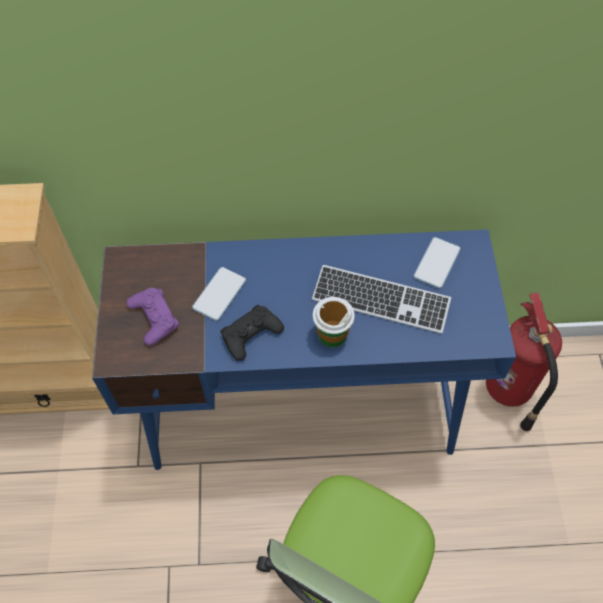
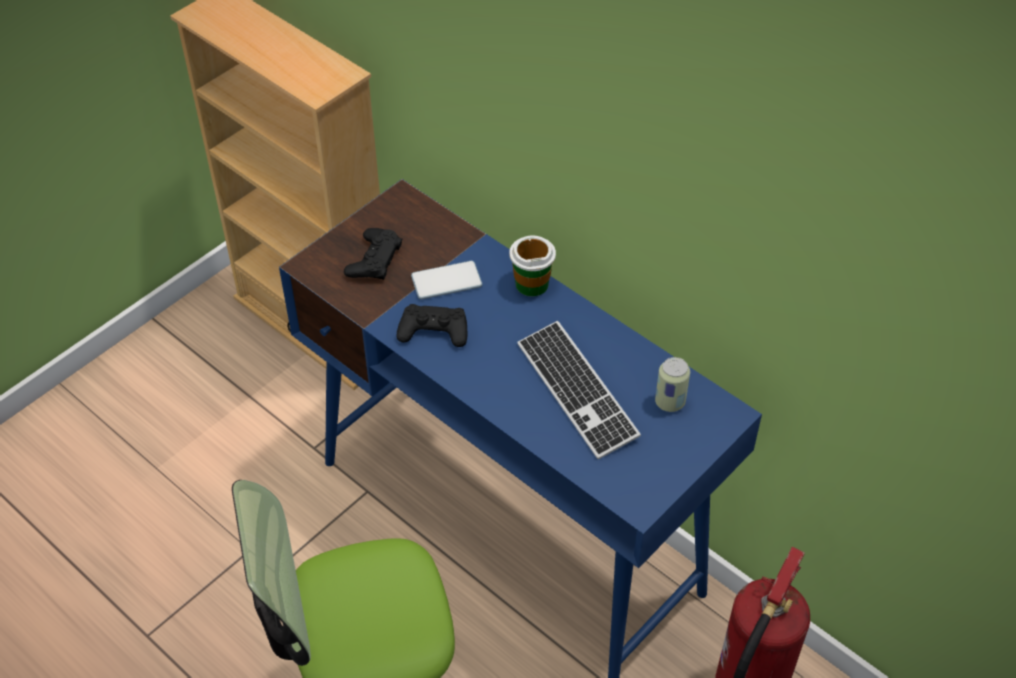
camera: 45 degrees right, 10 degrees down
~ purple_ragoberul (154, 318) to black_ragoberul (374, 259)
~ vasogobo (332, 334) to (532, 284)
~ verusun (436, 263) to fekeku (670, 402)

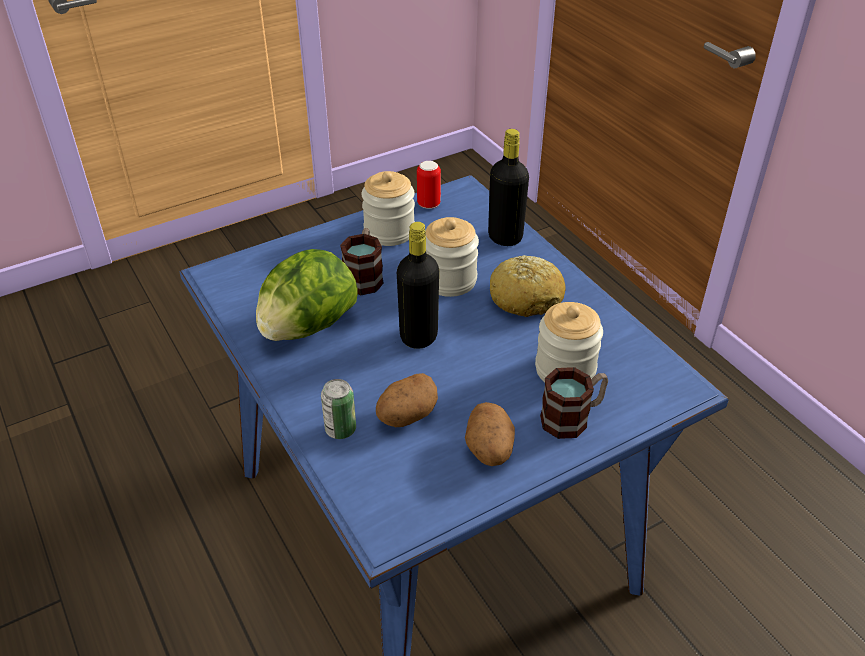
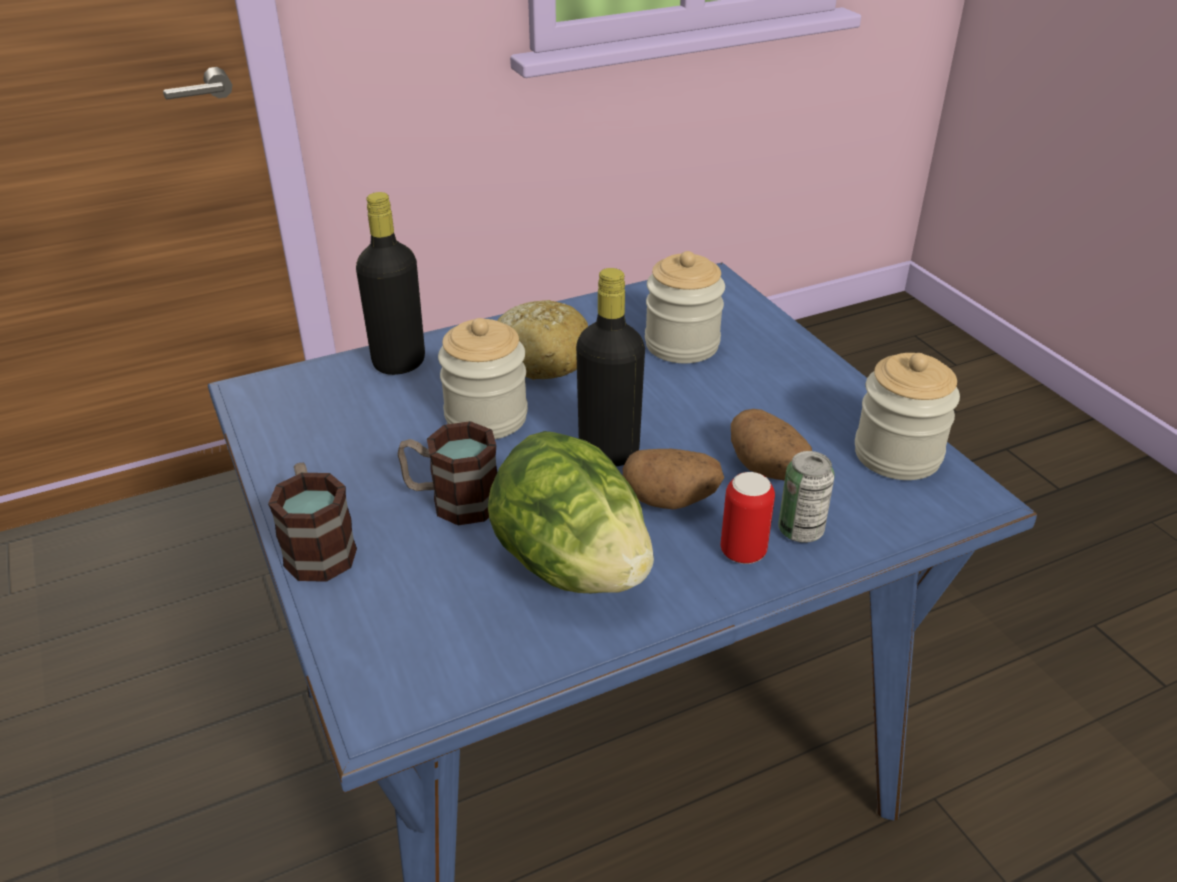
camera: 85 degrees left, 5 degrees down
~ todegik (572, 417) to (317, 546)
~ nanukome (489, 450) to (671, 500)
~ fekeku (428, 204) to (743, 552)
~ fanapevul (389, 232) to (897, 455)

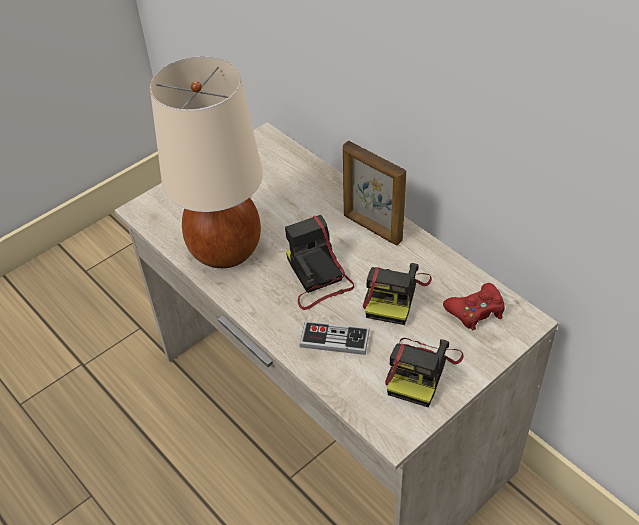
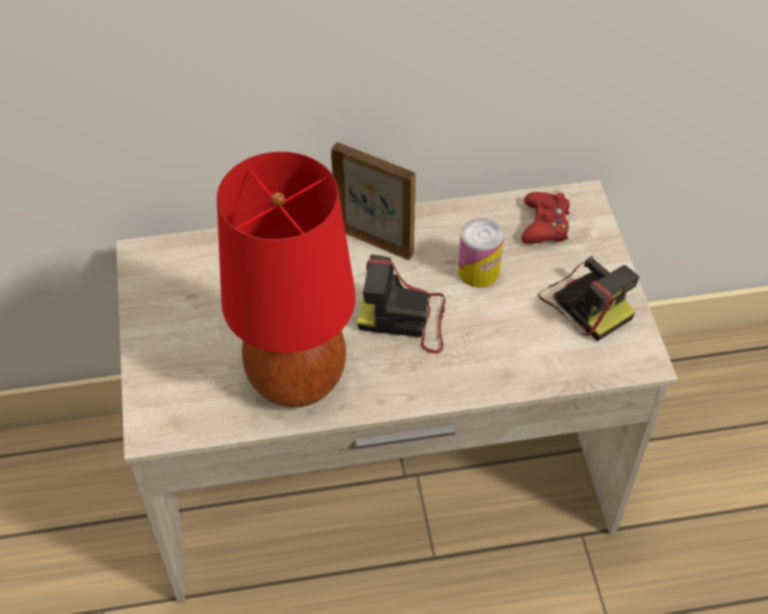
camera: 60 degrees left, 5 degrees up
~ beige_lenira (224, 250) to red_lenira (295, 378)
~ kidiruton (372, 228) = (374, 240) 135 degrees counterclockwise
~ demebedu (394, 294) to fekeku (478, 271)
- ragoberul (334, 339)

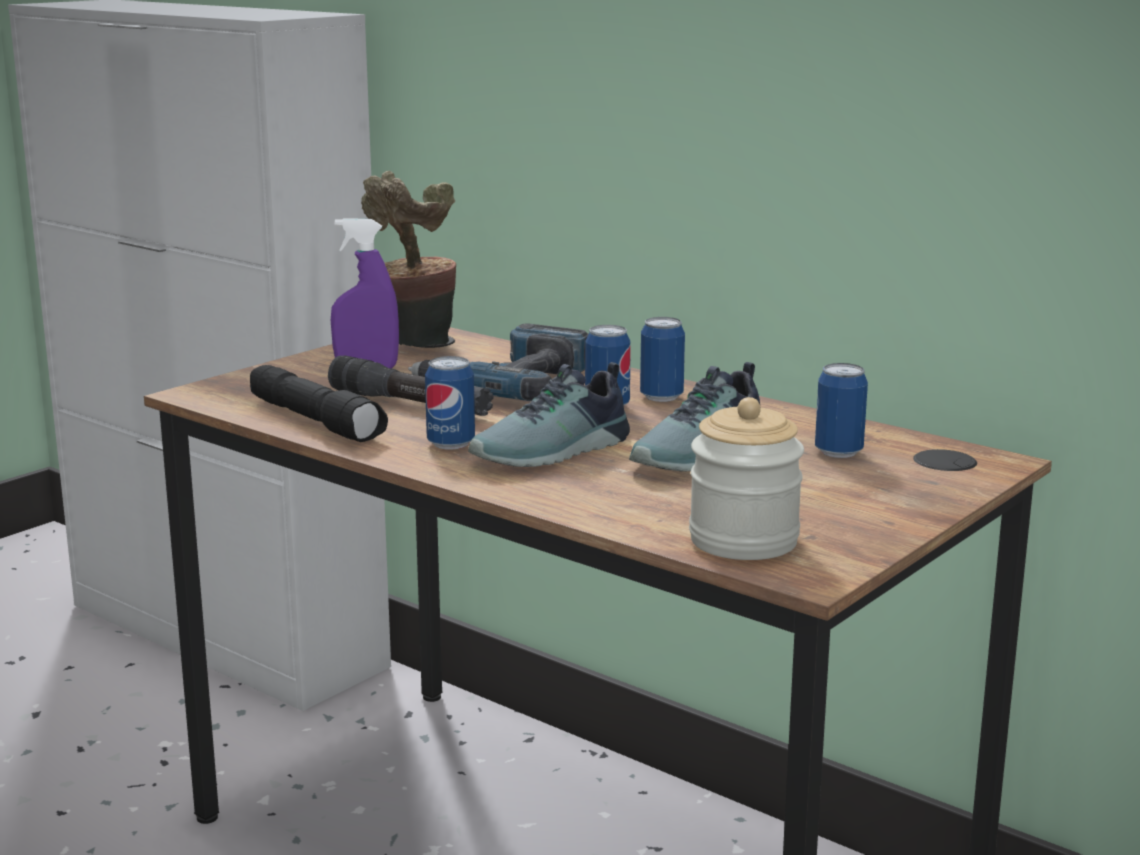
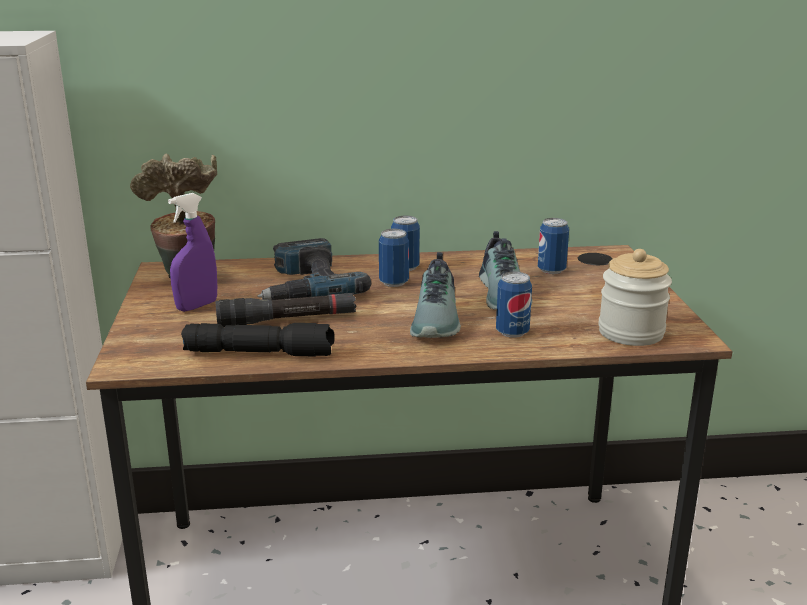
camera: 45 degrees left, 5 degrees up
~ fekeku (451, 444) to (512, 332)

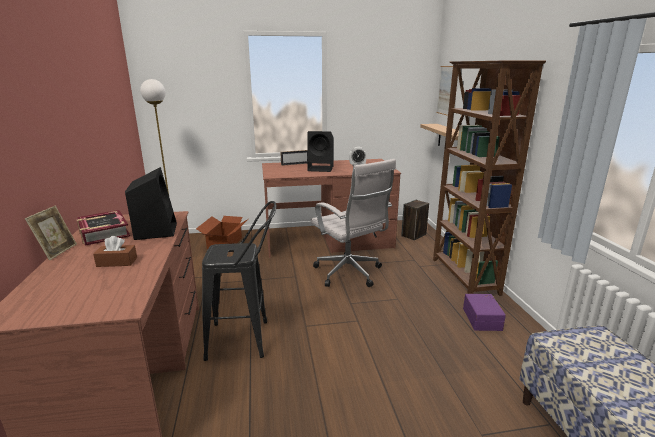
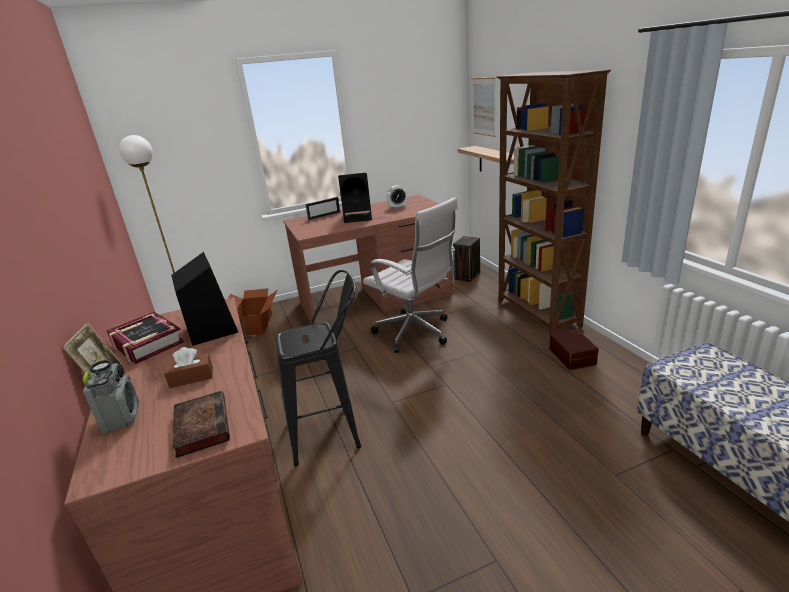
camera: 10 degrees left, 5 degrees up
+ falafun (122, 417)
+ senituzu (201, 425)
~ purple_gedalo (483, 319) to brown_gedalo (573, 356)

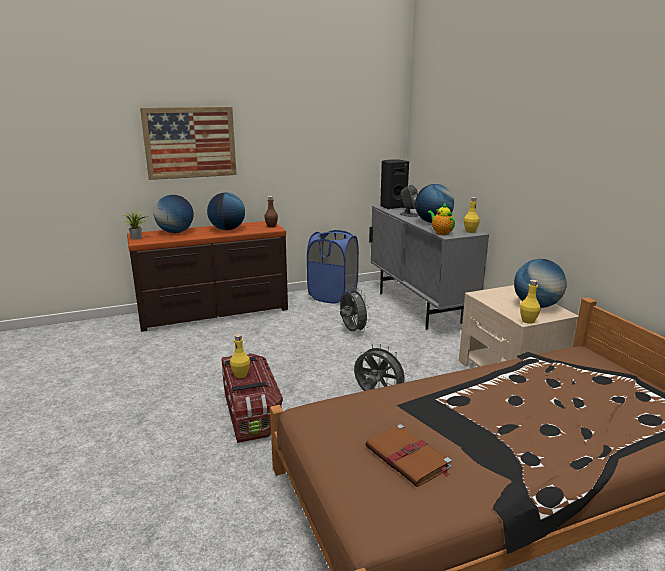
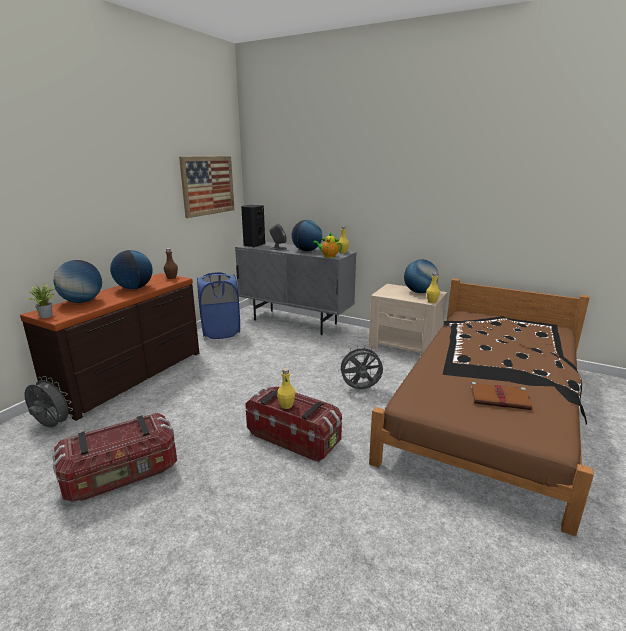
camera: 40 degrees left, 0 degrees up
~ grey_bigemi (352, 331) to (51, 426)
+ gedalo (122, 475)
~ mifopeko (190, 142) to (208, 185)

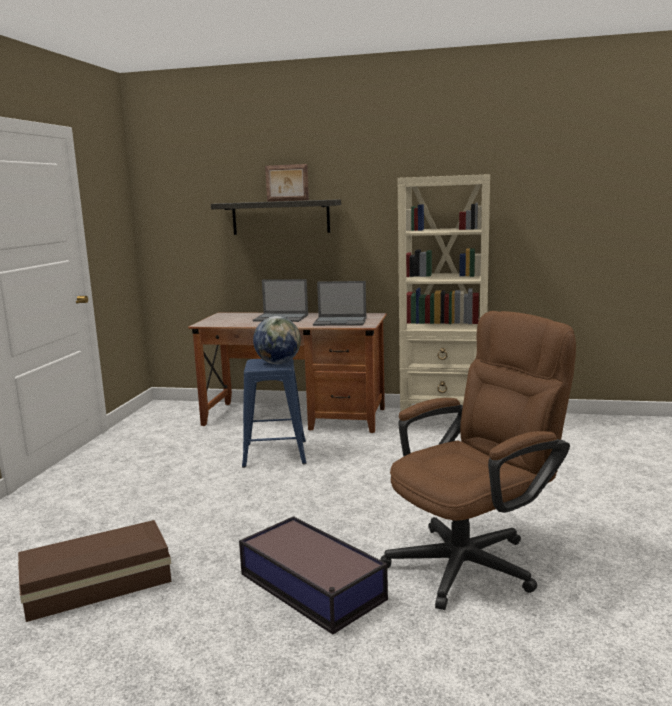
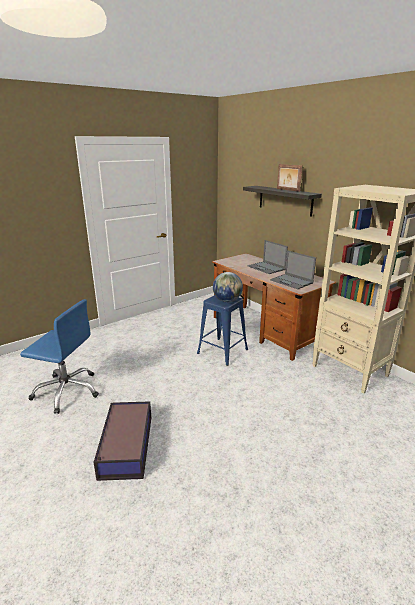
camera: 40 degrees right, 10 degrees up
~ brown_gedalo (100, 584) to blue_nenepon (67, 391)
- brown_nenepon (473, 561)

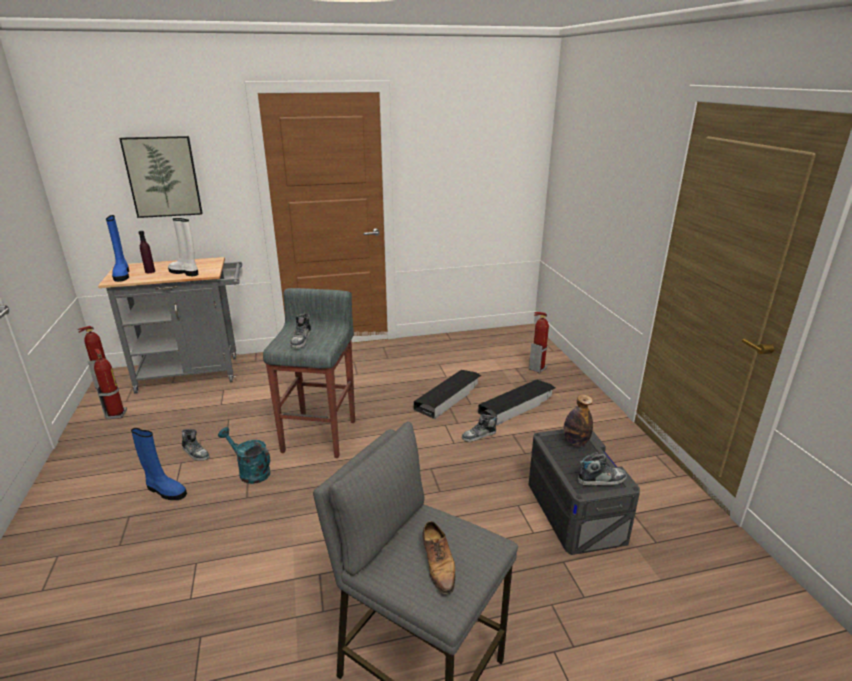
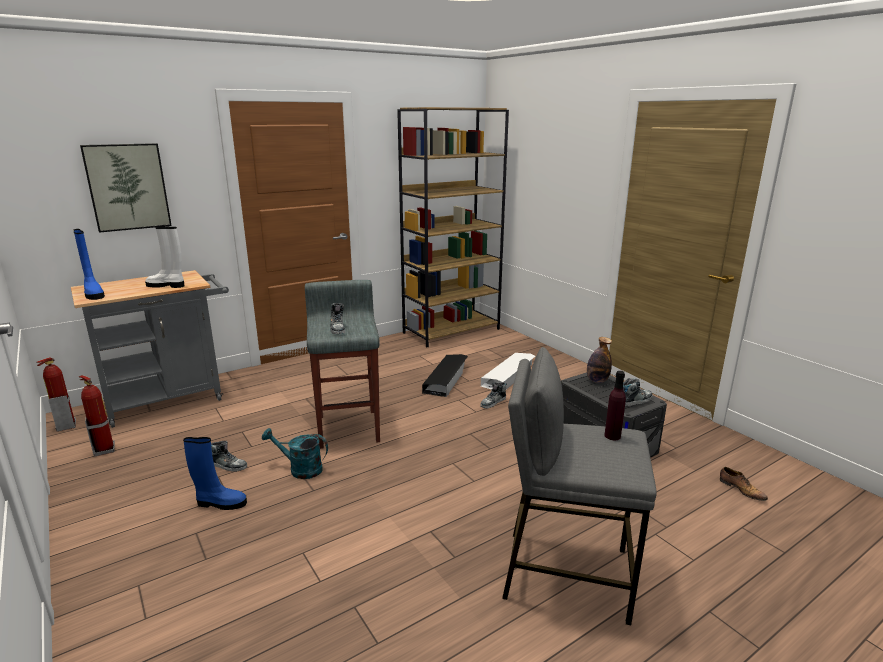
camera: 20 degrees left, 5 degrees down
+ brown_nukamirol (451, 331)
~ black_gedalo (517, 405) to white_gedalo (509, 375)
~ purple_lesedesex (150, 271) to (612, 436)
~ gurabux (438, 564) to (741, 490)
- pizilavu (537, 368)

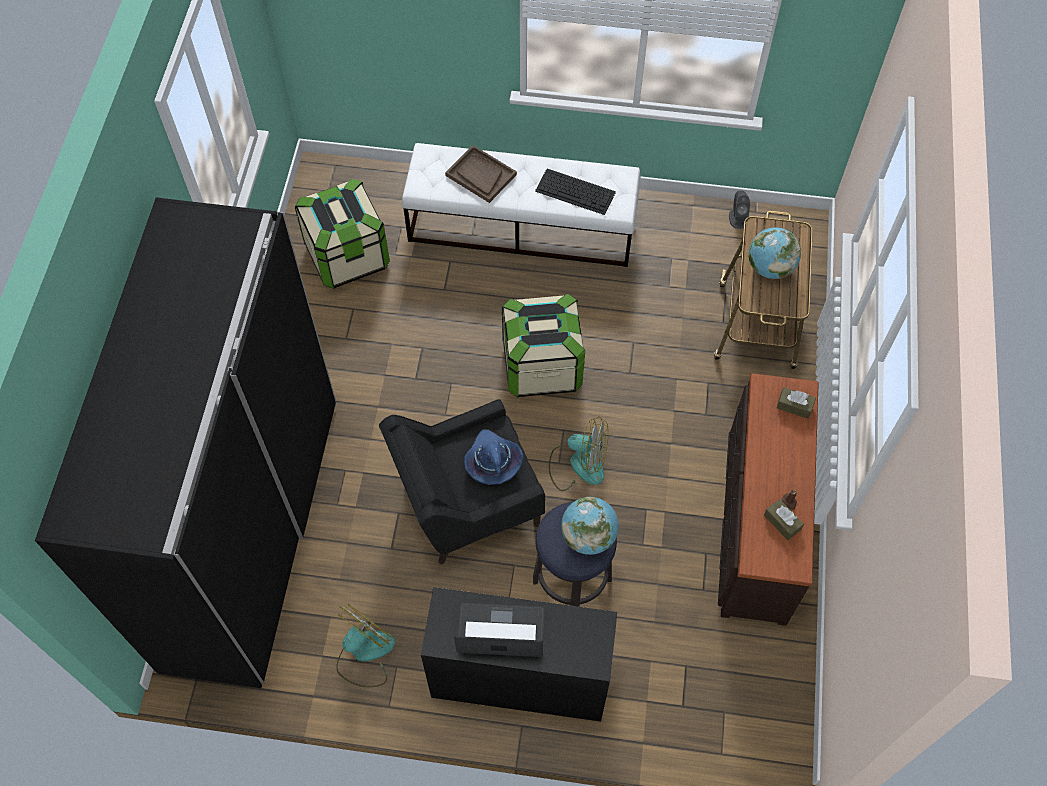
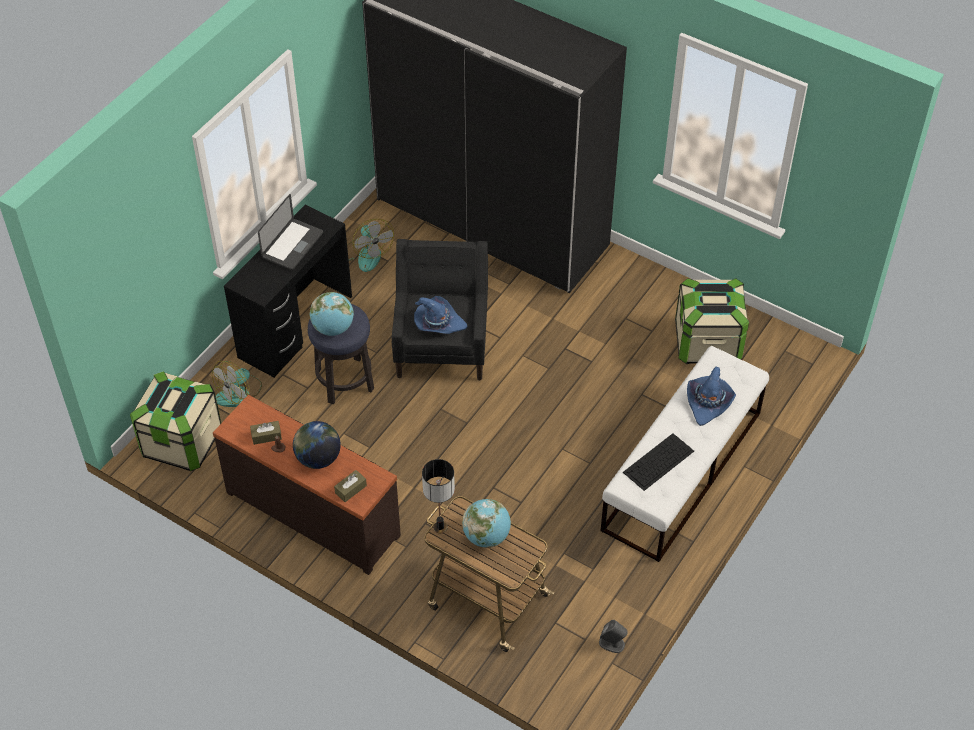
camera: 115 degrees right, 10 degrees down
~ gedalo (542, 366) to (182, 442)
~ bigemi (578, 464) to (239, 393)
+ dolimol (318, 458)
+ lenira (440, 527)
~ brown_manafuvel (480, 175) to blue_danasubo (708, 402)

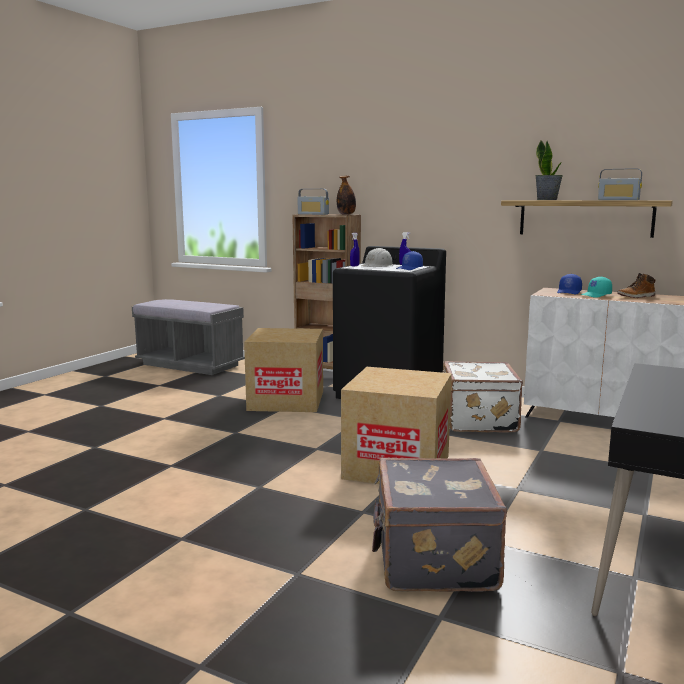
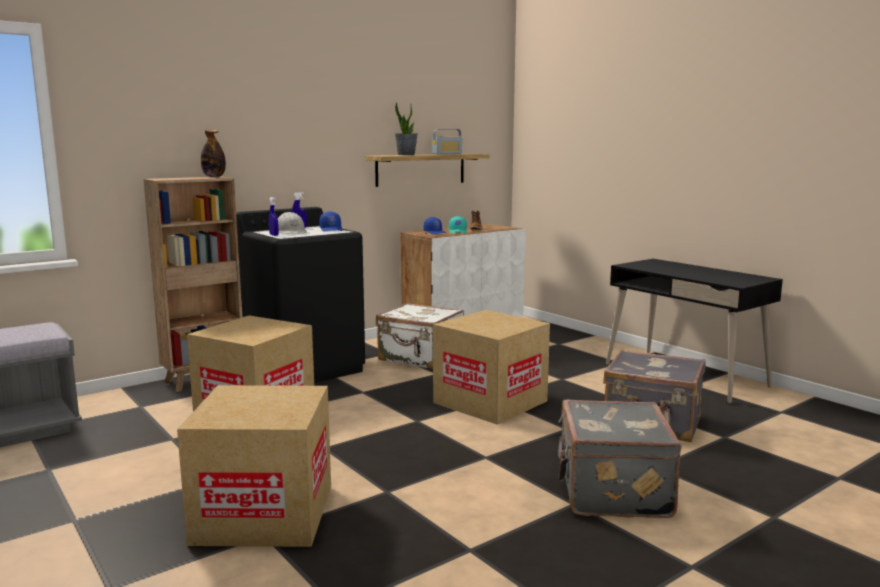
camera: 65 degrees left, 0 degrees up
+ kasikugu (264, 514)
+ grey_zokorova (611, 491)
- falafun (313, 214)

